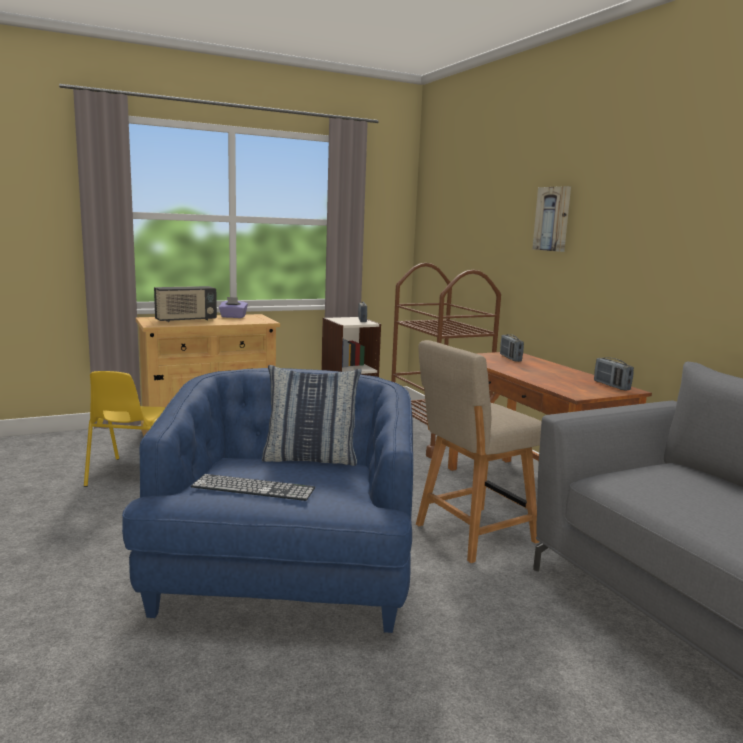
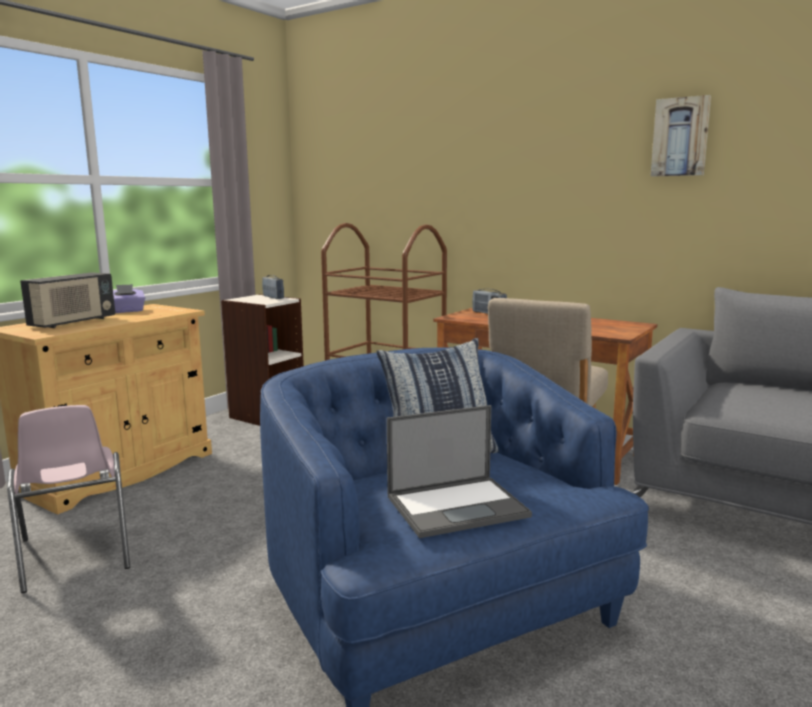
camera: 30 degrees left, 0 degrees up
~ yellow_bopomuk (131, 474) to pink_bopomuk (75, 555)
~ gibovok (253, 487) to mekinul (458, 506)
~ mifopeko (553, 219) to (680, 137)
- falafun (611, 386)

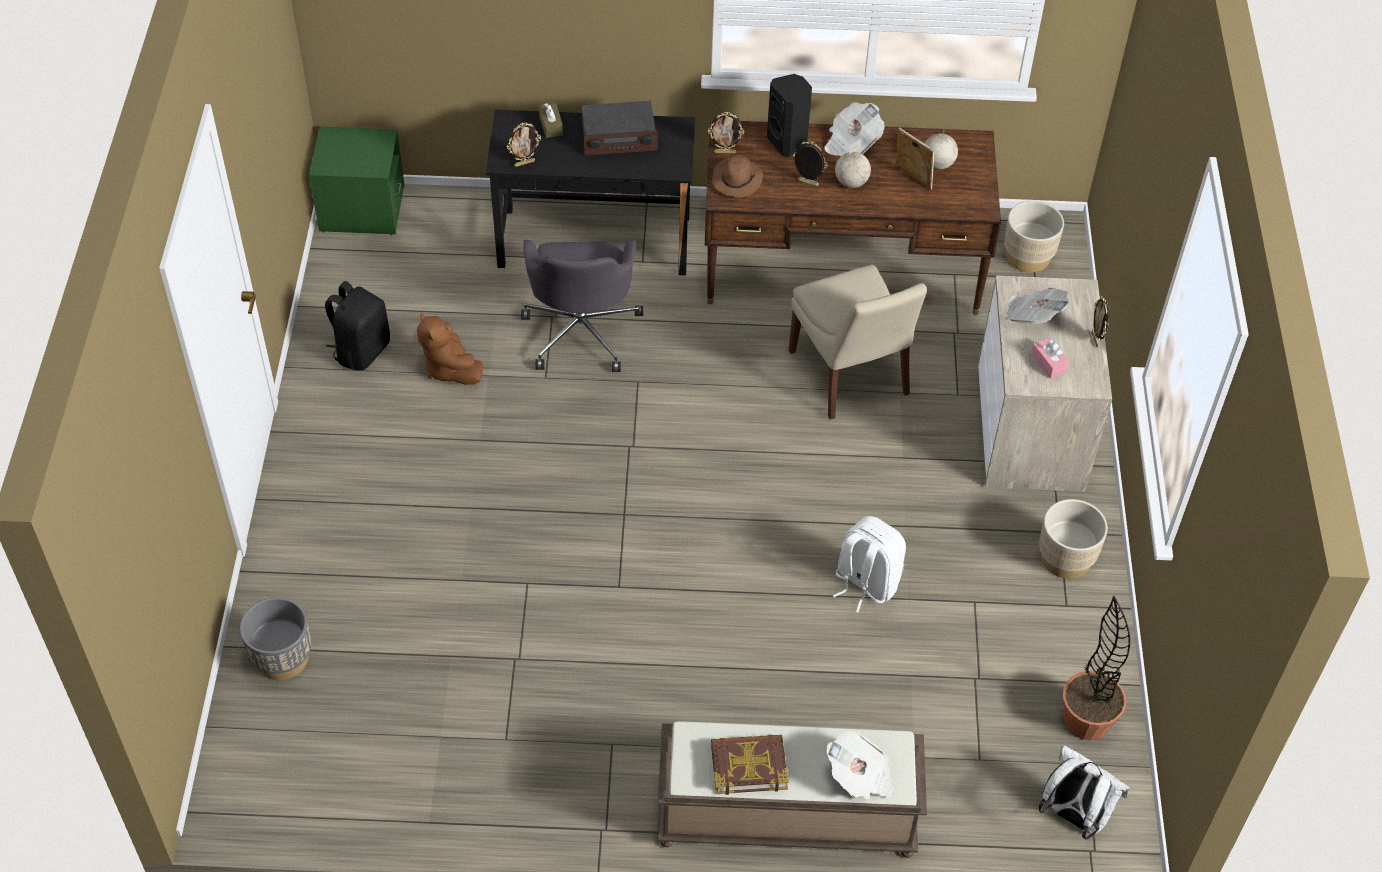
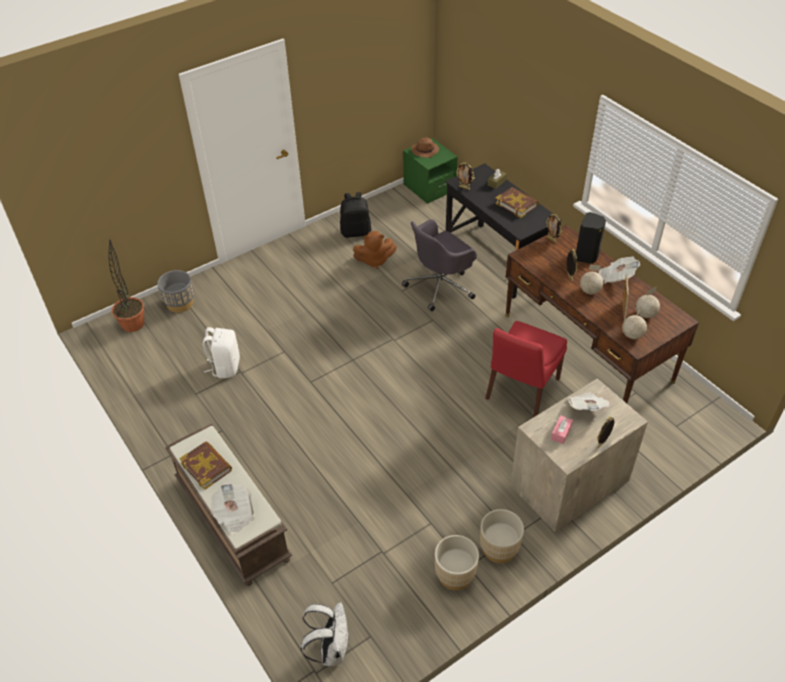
camera: 55 degrees right, 5 degrees down
~ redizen (1086, 720) to (133, 324)
~ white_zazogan (865, 583) to (225, 366)
~ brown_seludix (449, 368) = (374, 260) 120 degrees counterclockwise
~ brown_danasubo (736, 180) to (425, 150)
~ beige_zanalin (1027, 257) to (455, 574)
~ beige_bopomuk (850, 376) to red_bopomuk (521, 390)
~ falafun (618, 137) to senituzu (516, 204)
+ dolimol (632, 335)

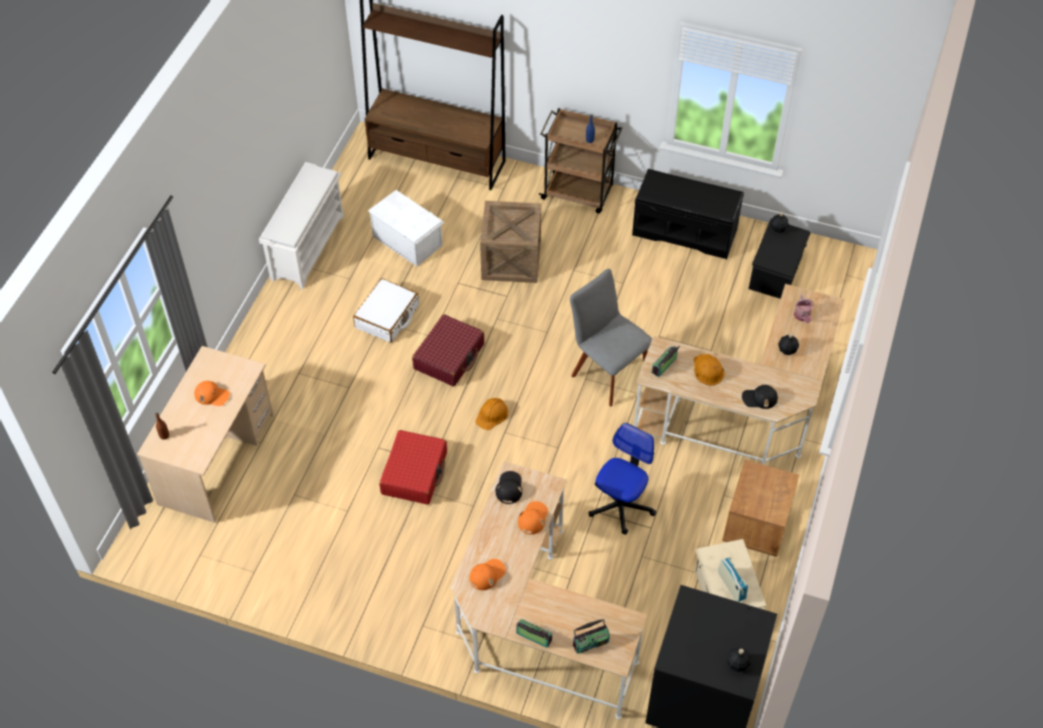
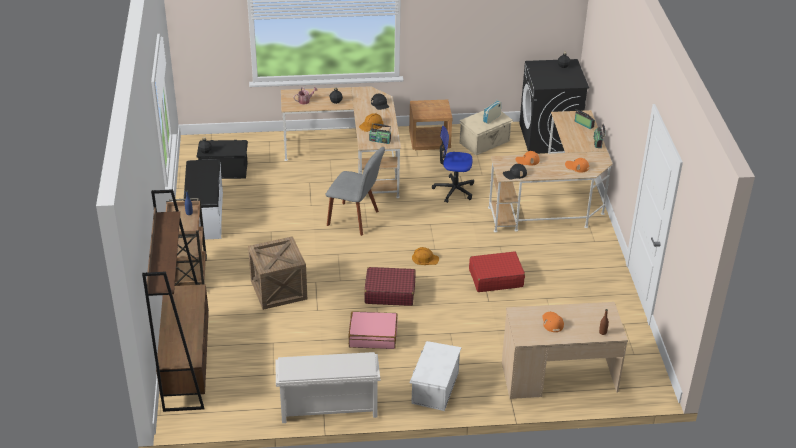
camera: 115 degrees left, 15 degrees down
~ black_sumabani (685, 231) to white_sumabani (204, 215)
~ grey_bopomuk (607, 372) = (355, 219) 90 degrees counterclockwise
~ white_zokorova (387, 317) to pink_zokorova (373, 336)
~ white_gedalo (407, 240) to (434, 388)

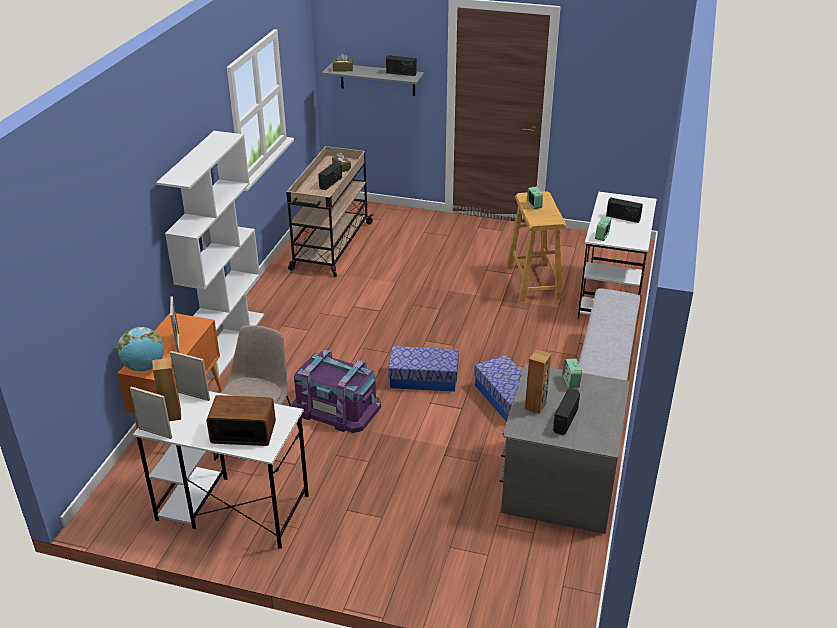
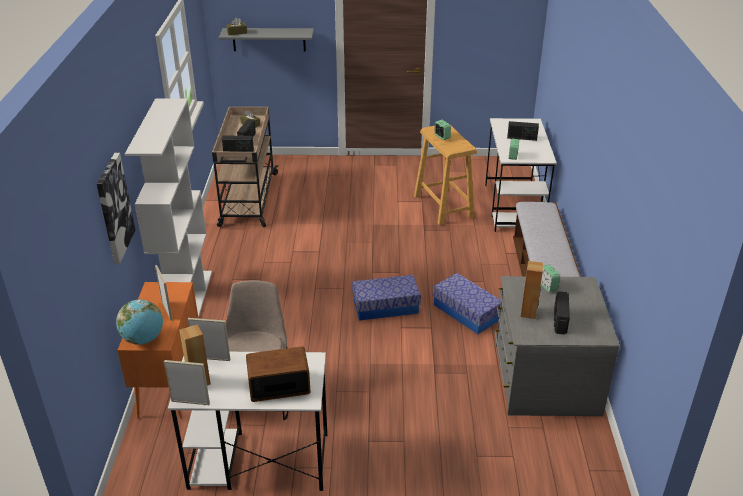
camera: 15 degrees left, 0 degrees up
+ mifopeko (114, 208)
~ falafun (401, 73) to (238, 151)
- purple_gedalo (337, 407)

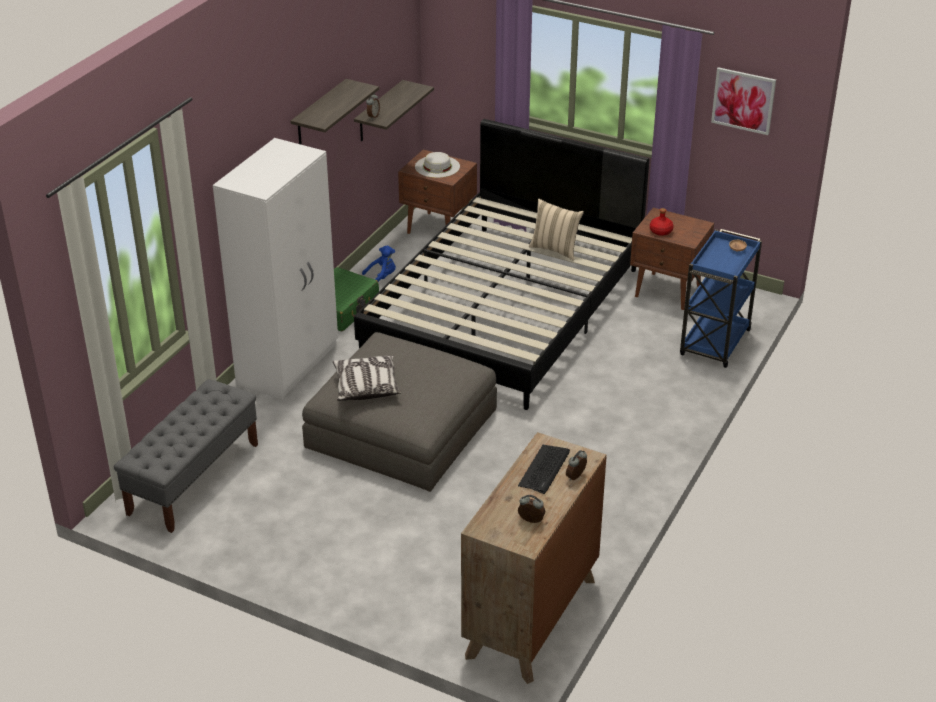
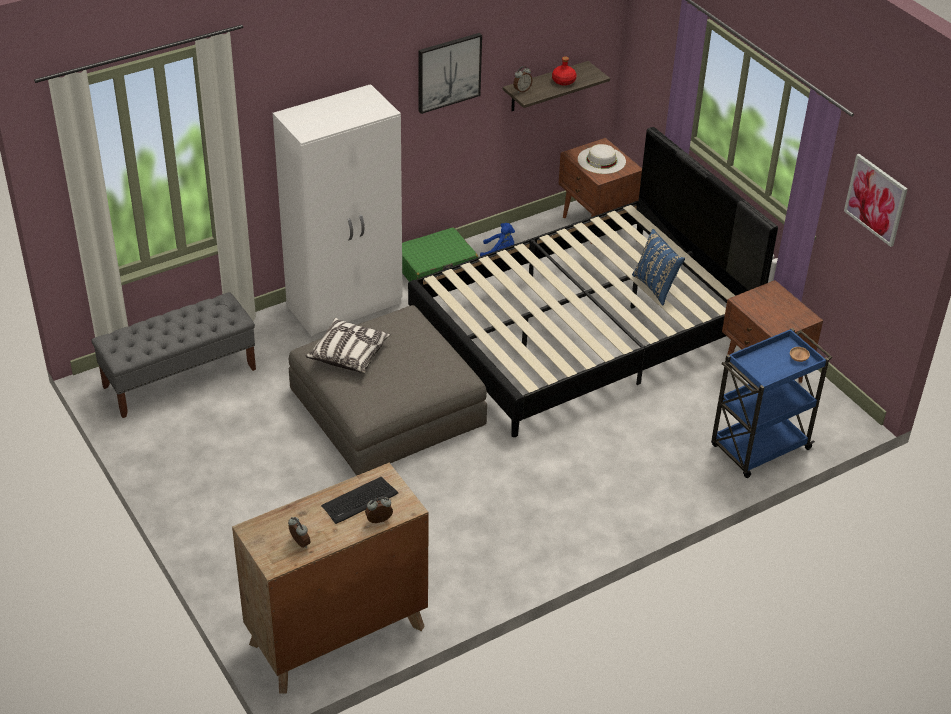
camera: 30 degrees right, 5 degrees up
~ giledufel (319, 113) to mifopeko (448, 72)
~ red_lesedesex (660, 231) to (563, 81)
~ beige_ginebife (555, 249) to blue_ginebife (656, 287)

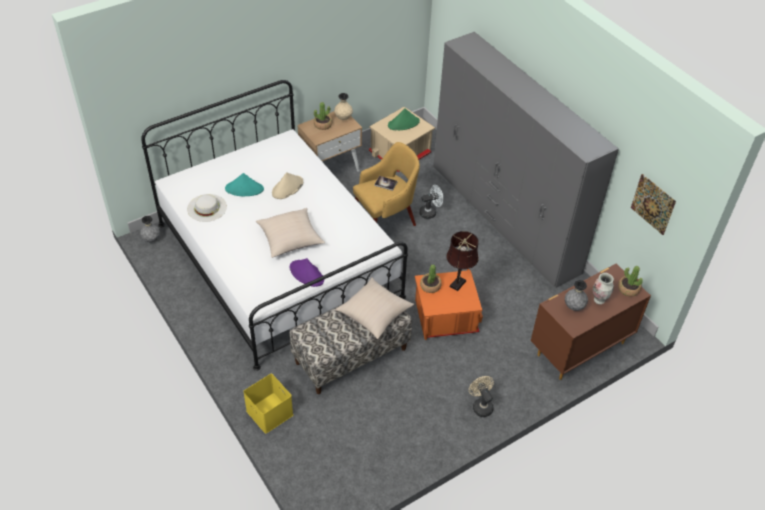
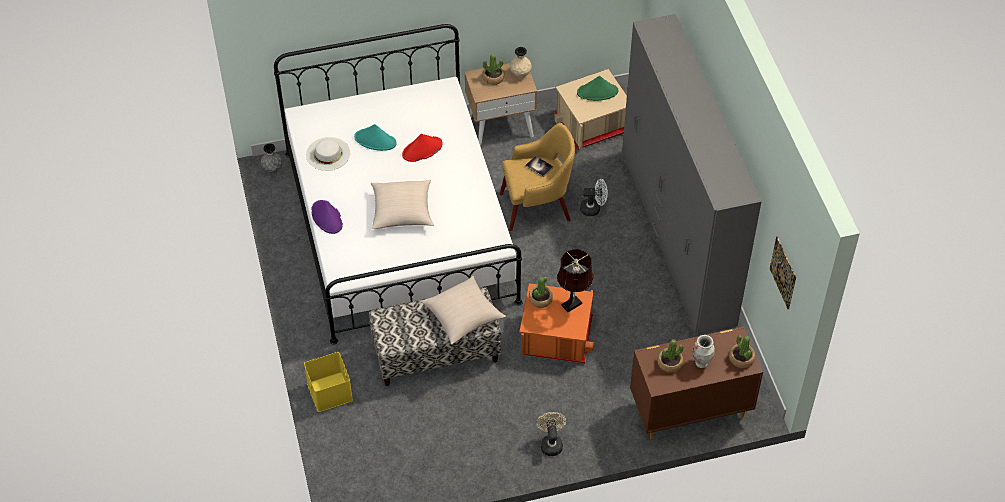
camera: 20 degrees right, 5 degrees up
~ purple_danasubo (307, 274) to (327, 217)
~ beige_danasubo (287, 188) to red_danasubo (422, 150)
~ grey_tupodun (574, 307) to redizen (669, 363)

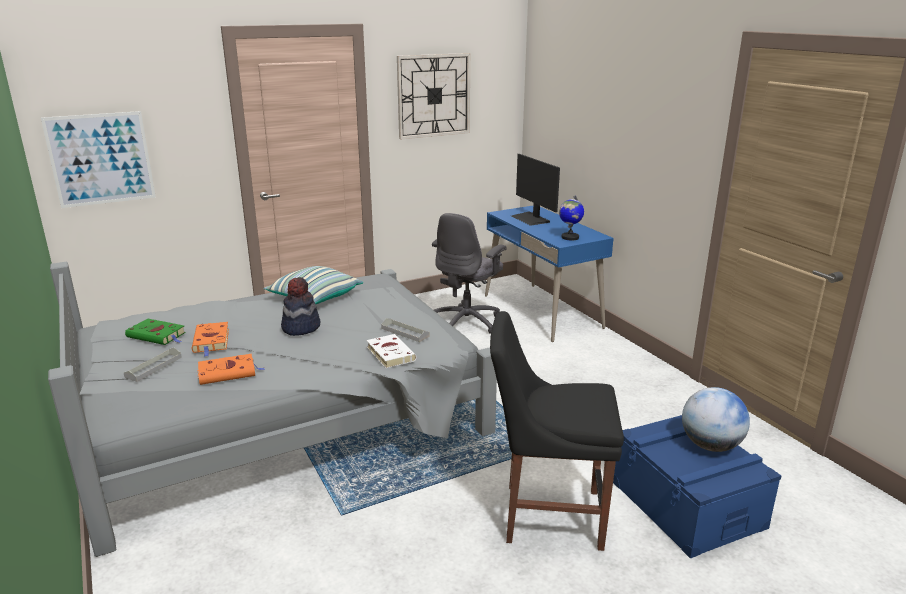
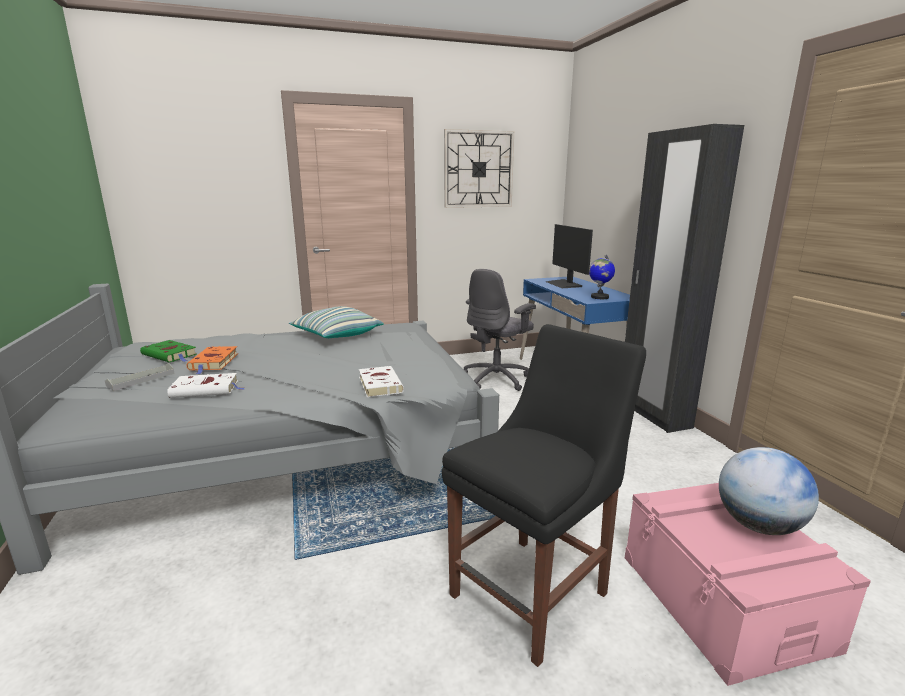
camera: 10 degrees right, 5 degrees down
~ orange_senituzu (229, 372) to white_senituzu (207, 389)
~ black_bopomuk (546, 514) = (534, 590) 120 degrees clockwise
+ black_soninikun (653, 414)
~ blue_gedalo (687, 504) to pink_gedalo (723, 600)
- mifopeko (101, 159)
- danasubo (300, 327)
- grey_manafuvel (405, 332)

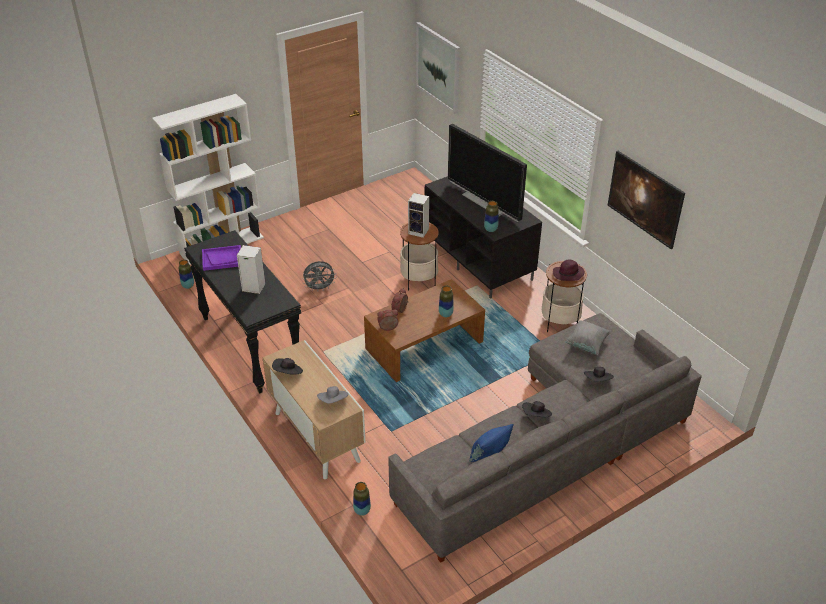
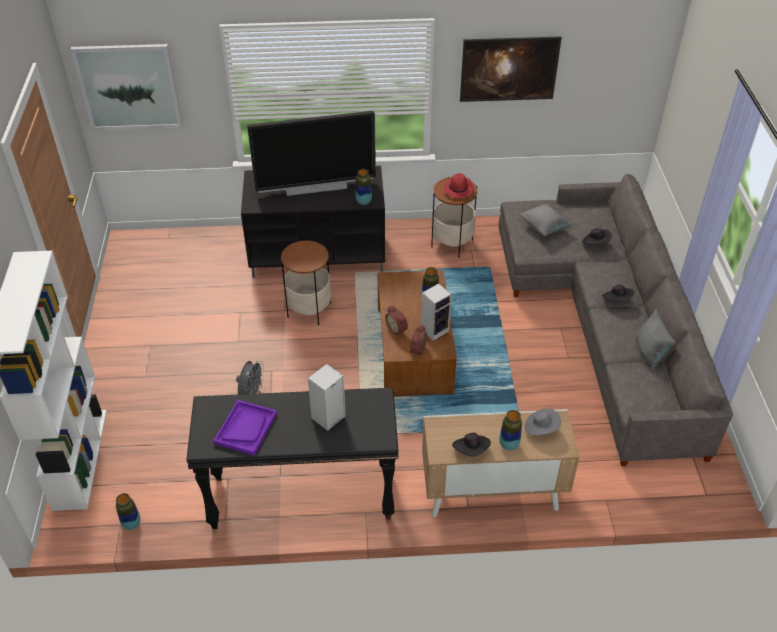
camera: 60 degrees left, 5 degrees up
~ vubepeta (419, 231) to (435, 329)
~ purple_danasubo (567, 274) to red_danasubo (458, 190)
~ tupodun (362, 511) to (509, 445)
~ blue_ginebife (489, 455) to grey_ginebife (649, 353)

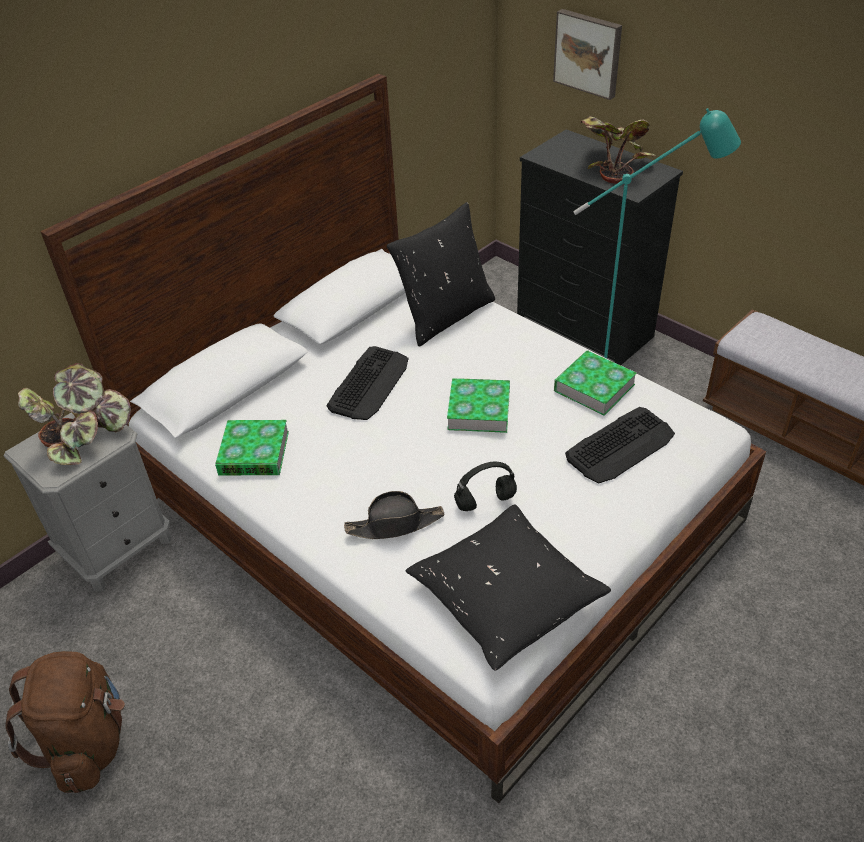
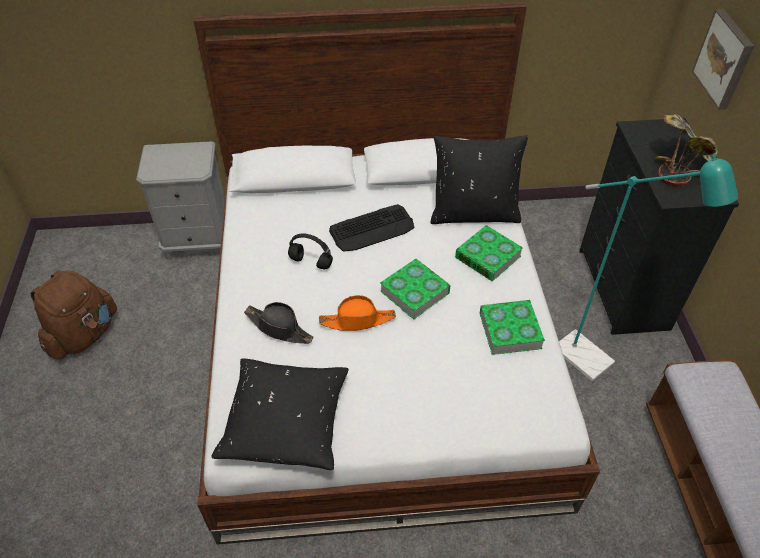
camera: 40 degrees right, 5 degrees up
~ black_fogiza (484, 502) to (310, 262)
+ orange_danasubo (358, 320)
~ senituzu (254, 453) to (488, 257)
- redizen (85, 437)
- gibovok (620, 446)

